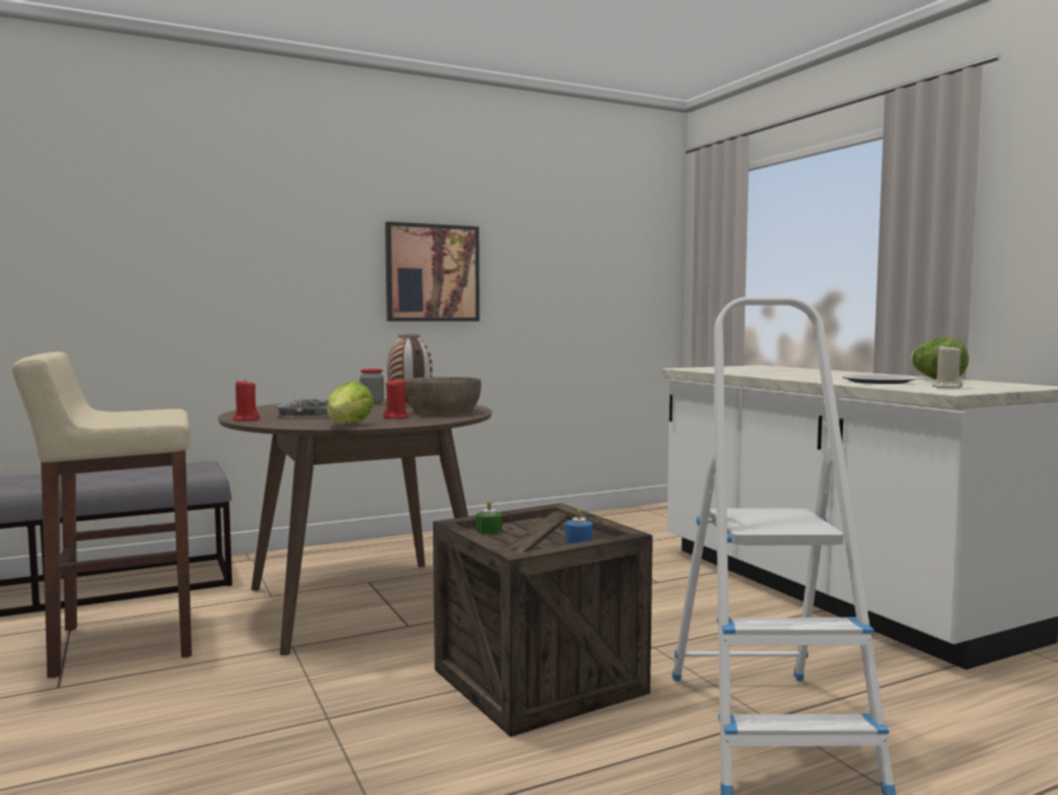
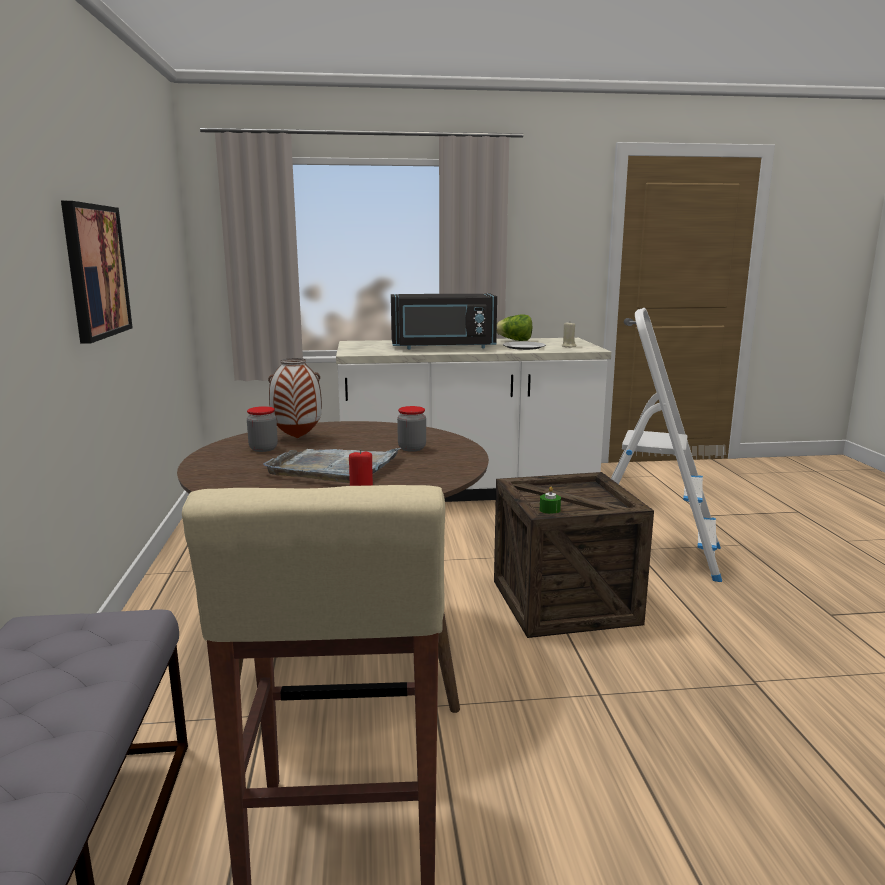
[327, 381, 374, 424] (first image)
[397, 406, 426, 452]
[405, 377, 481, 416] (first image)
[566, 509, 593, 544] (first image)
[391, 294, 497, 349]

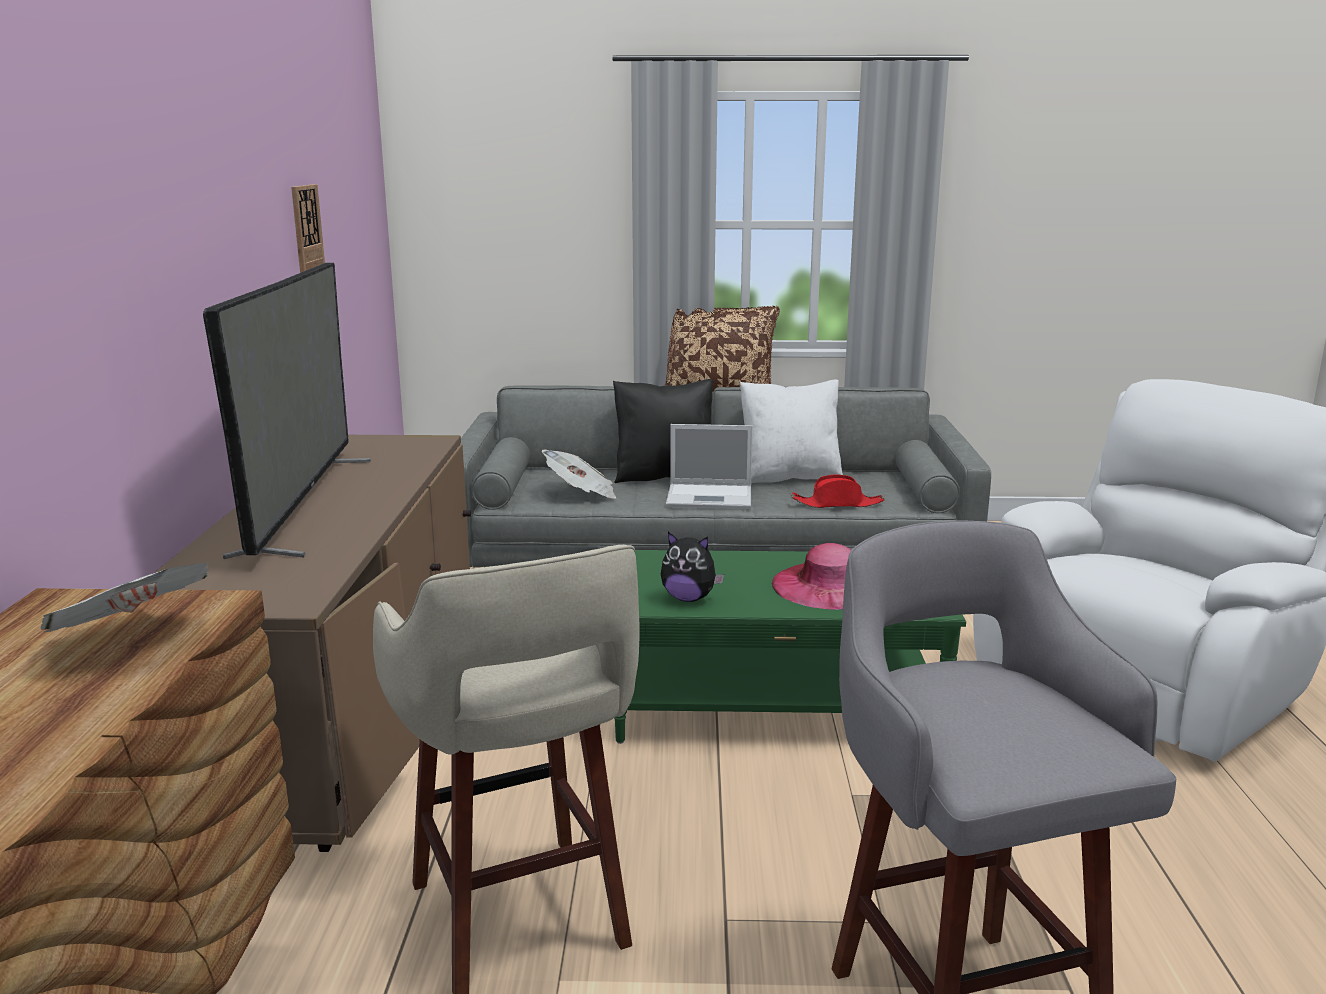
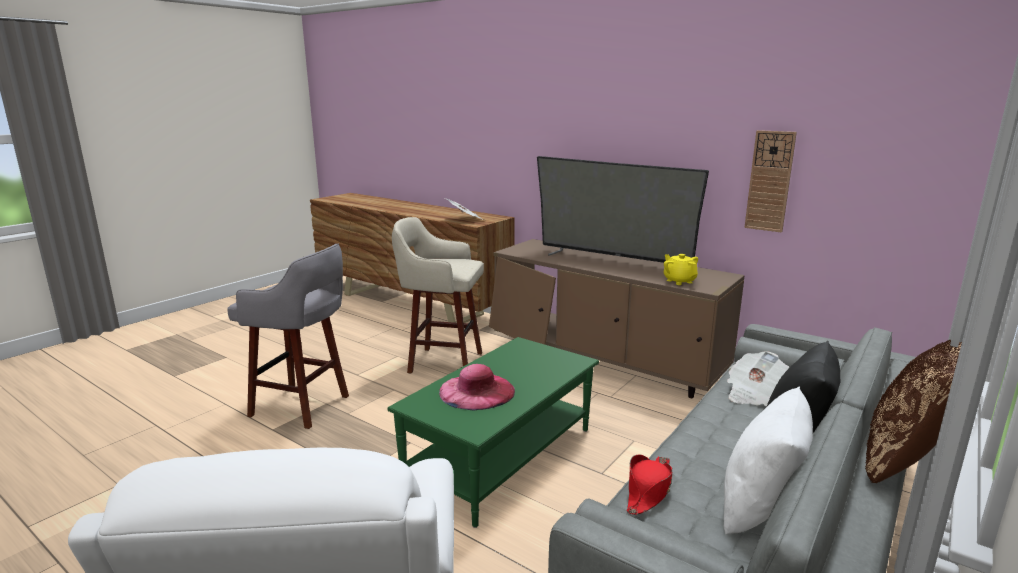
[661, 532, 724, 602] (first image)
[666, 424, 753, 509] (first image)
[664, 254, 698, 285]

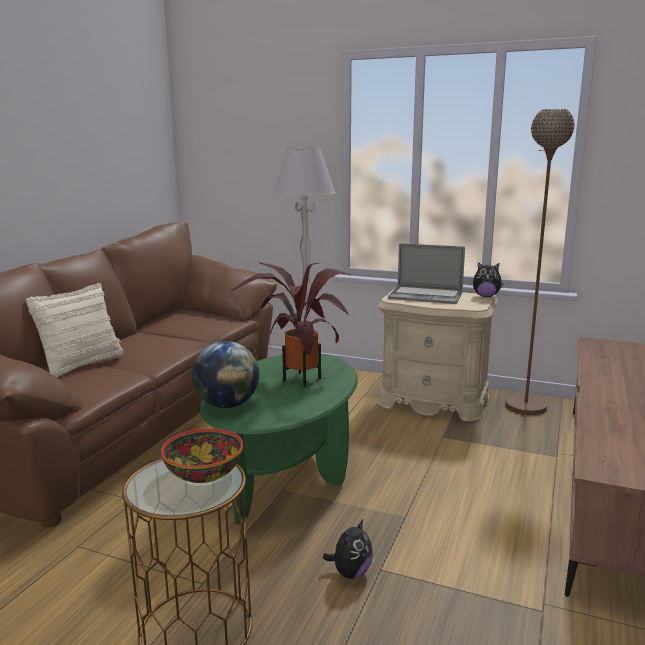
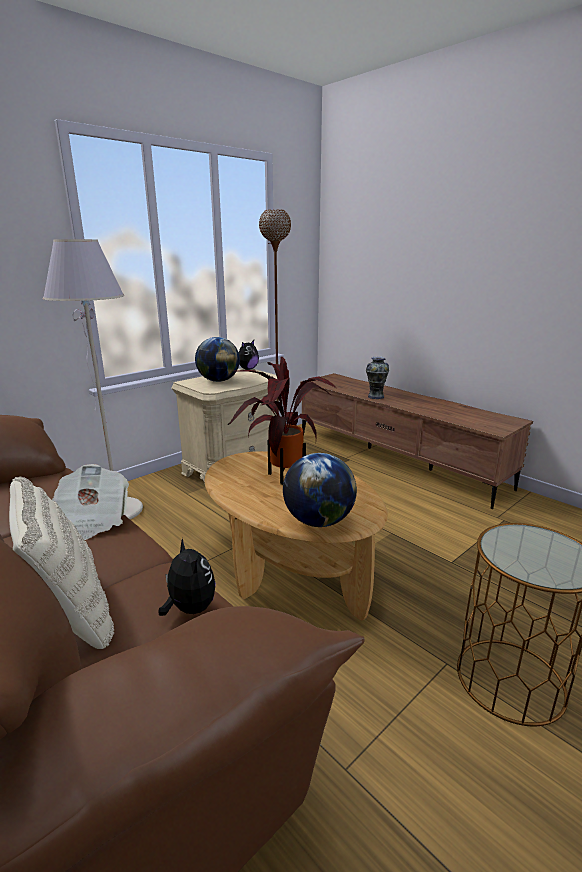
[161, 428, 243, 483] (first image)
[205, 451, 388, 620]
[158, 538, 216, 616]
[195, 337, 240, 382]
[52, 464, 129, 540]
[366, 356, 389, 399]

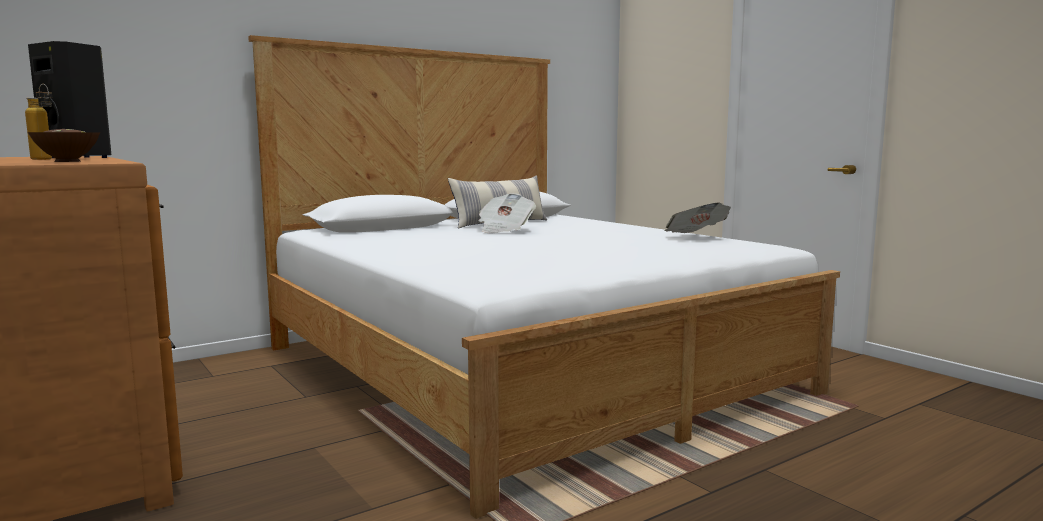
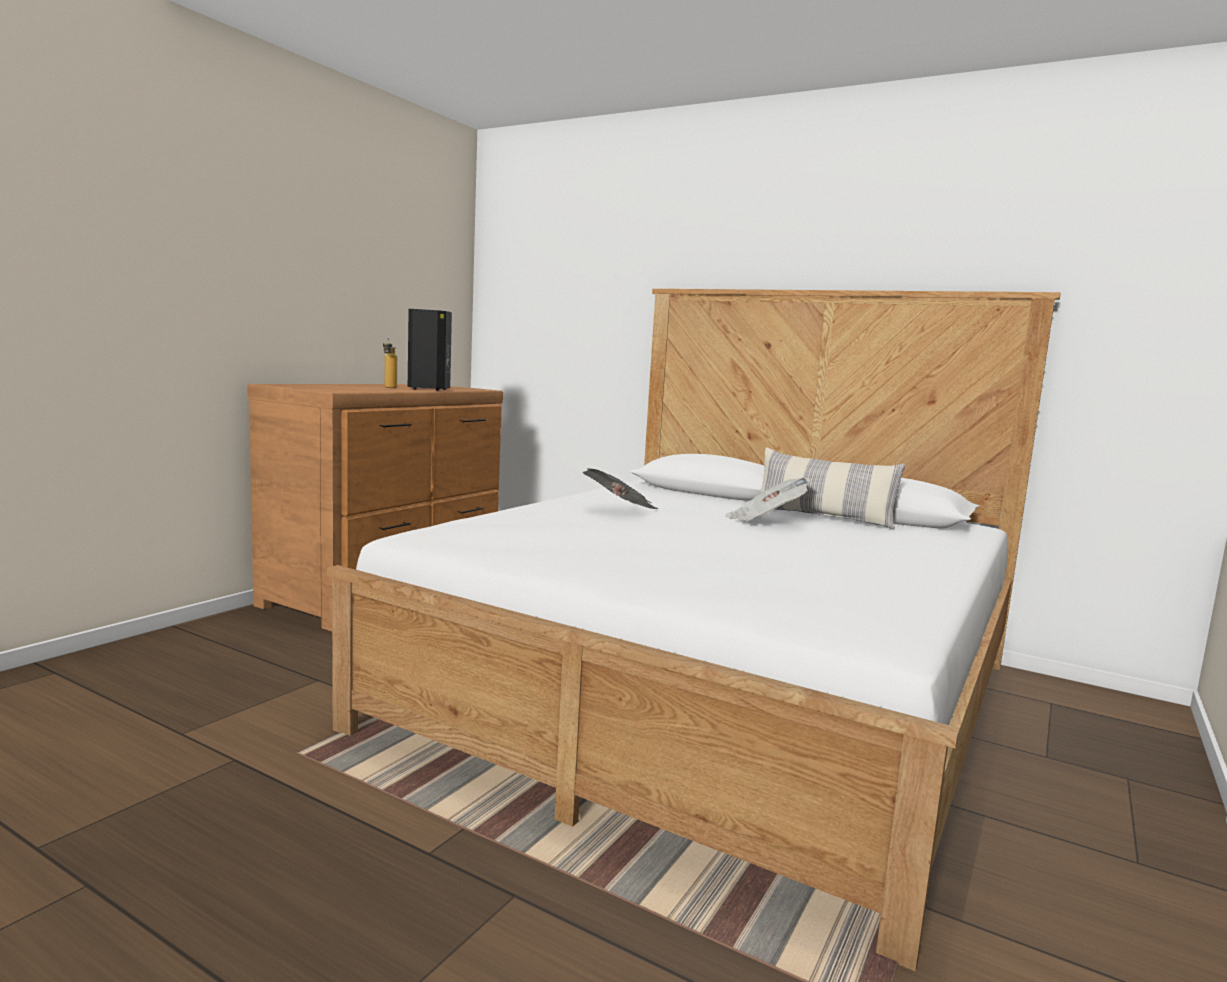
[27, 129, 100, 162] (first image)
[583, 468, 658, 509]

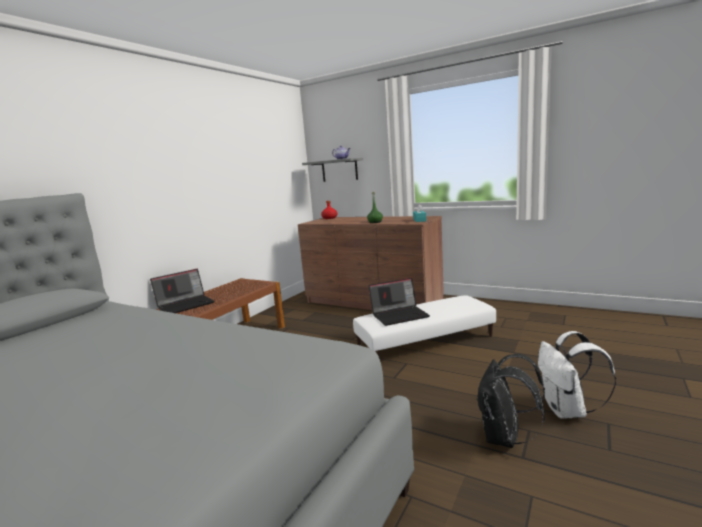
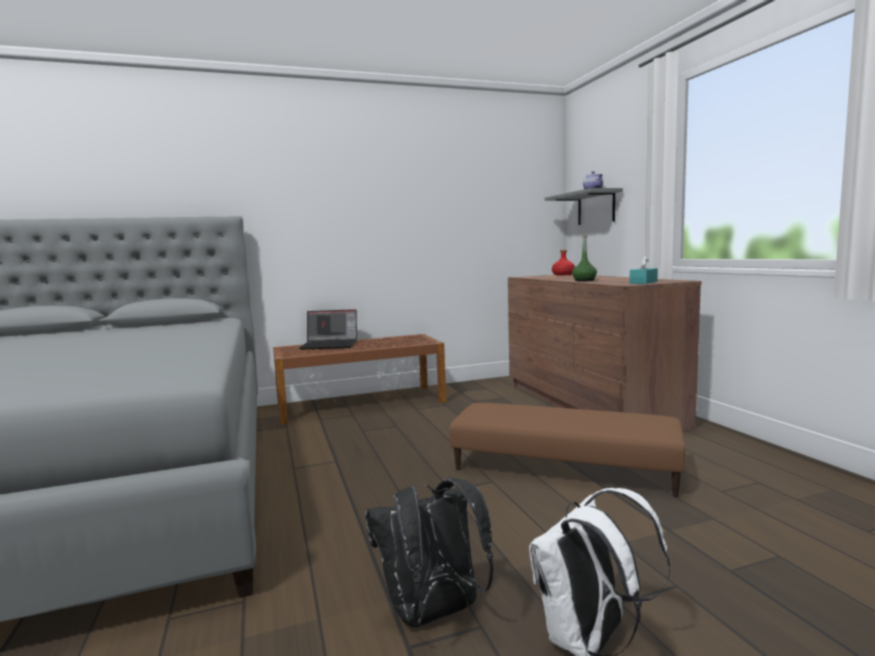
[450, 403, 685, 497]
[369, 278, 430, 326] (first image)

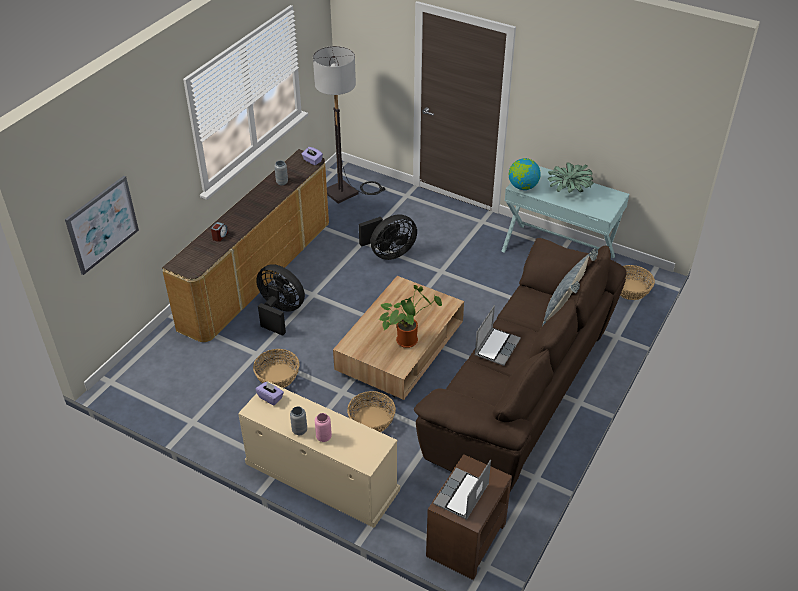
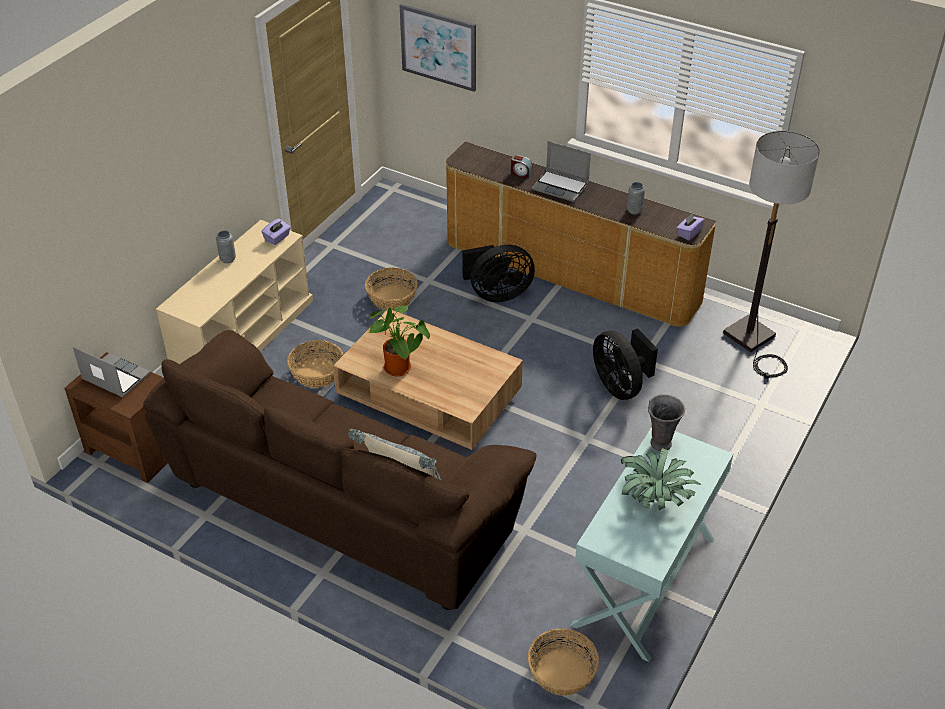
[462, 245, 535, 302]
[315, 413, 332, 442] (first image)
[532, 141, 591, 202]
[648, 394, 685, 451]

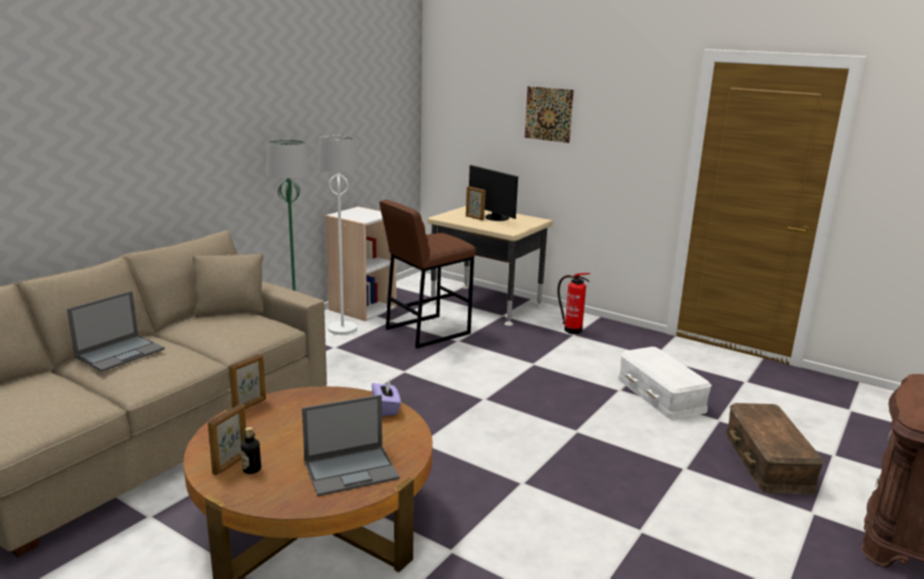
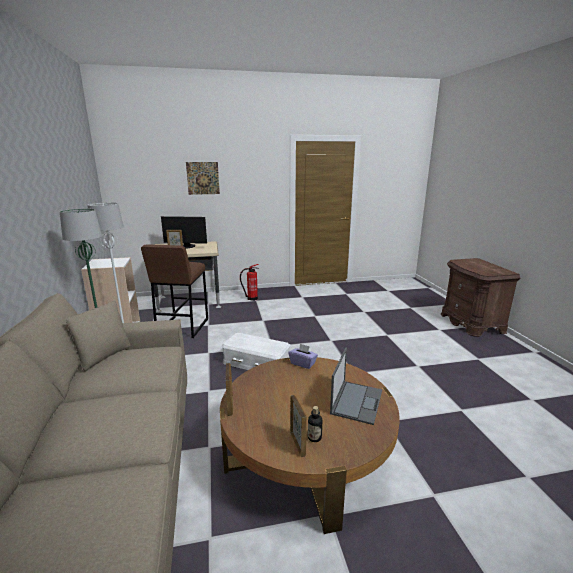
[67, 291, 165, 372] (first image)
[222, 333, 290, 370]
[725, 403, 824, 494] (first image)

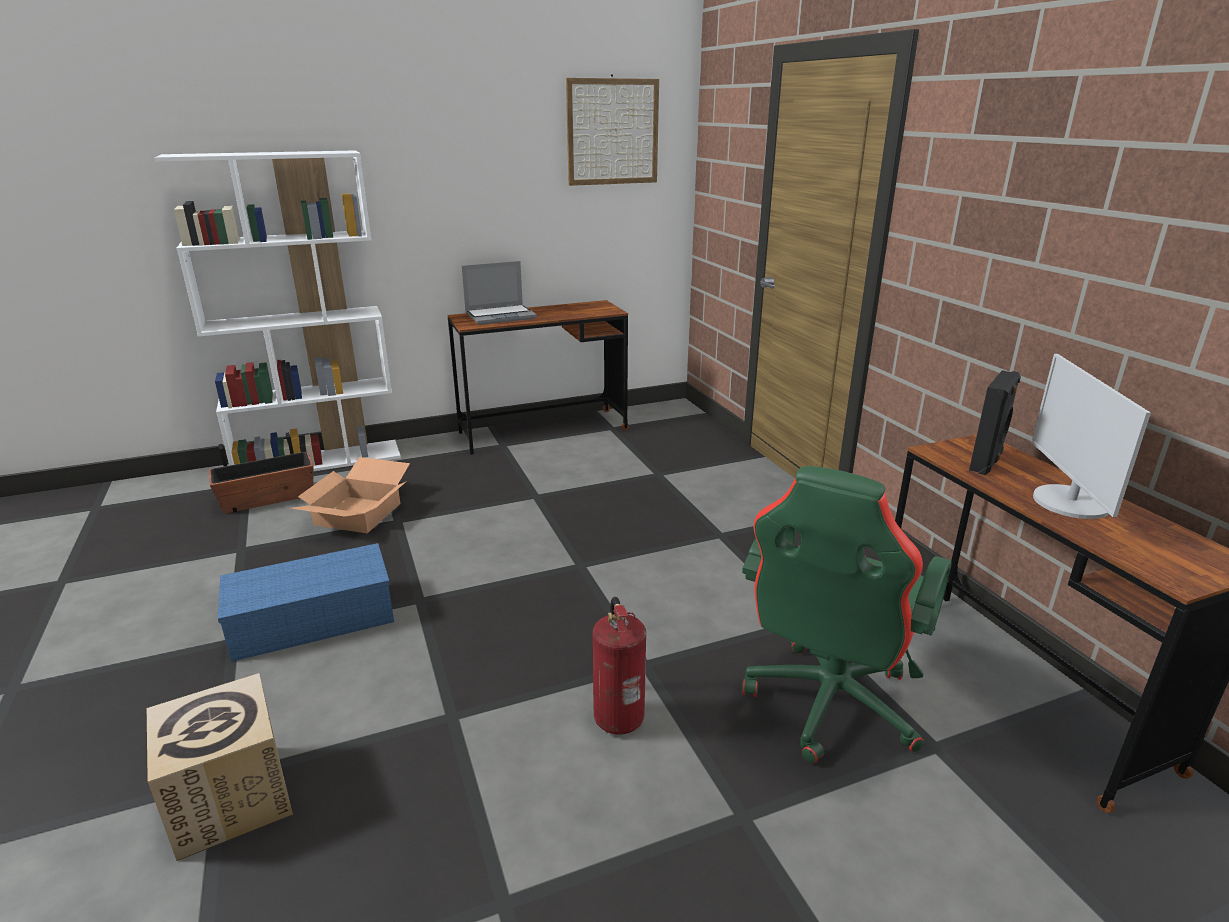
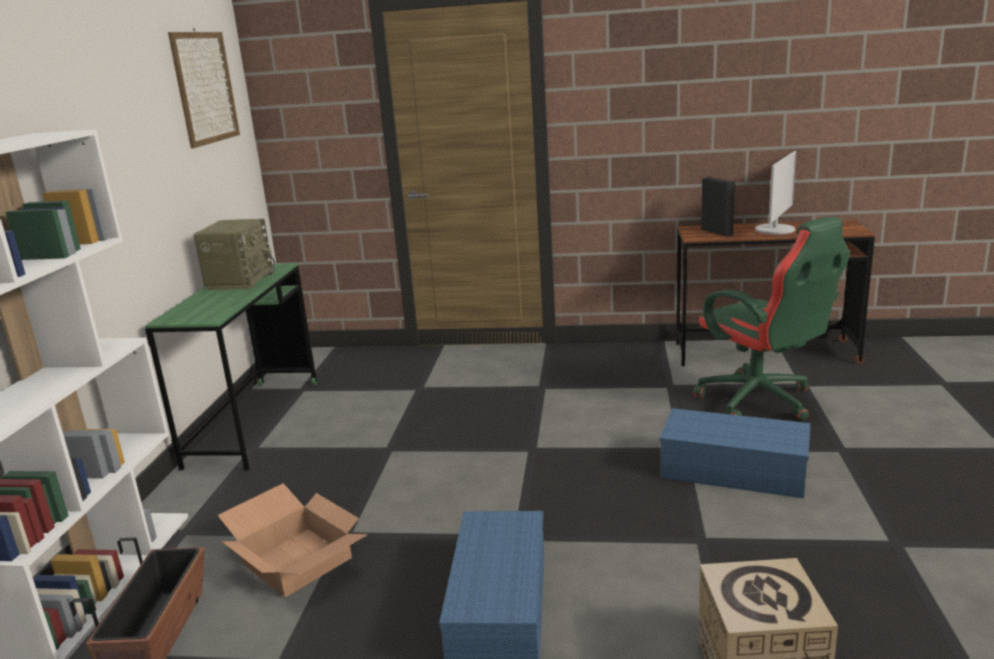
[145, 263, 317, 471]
[462, 261, 537, 325] (first image)
[660, 408, 811, 498]
[755, 151, 796, 234]
[193, 219, 275, 290]

